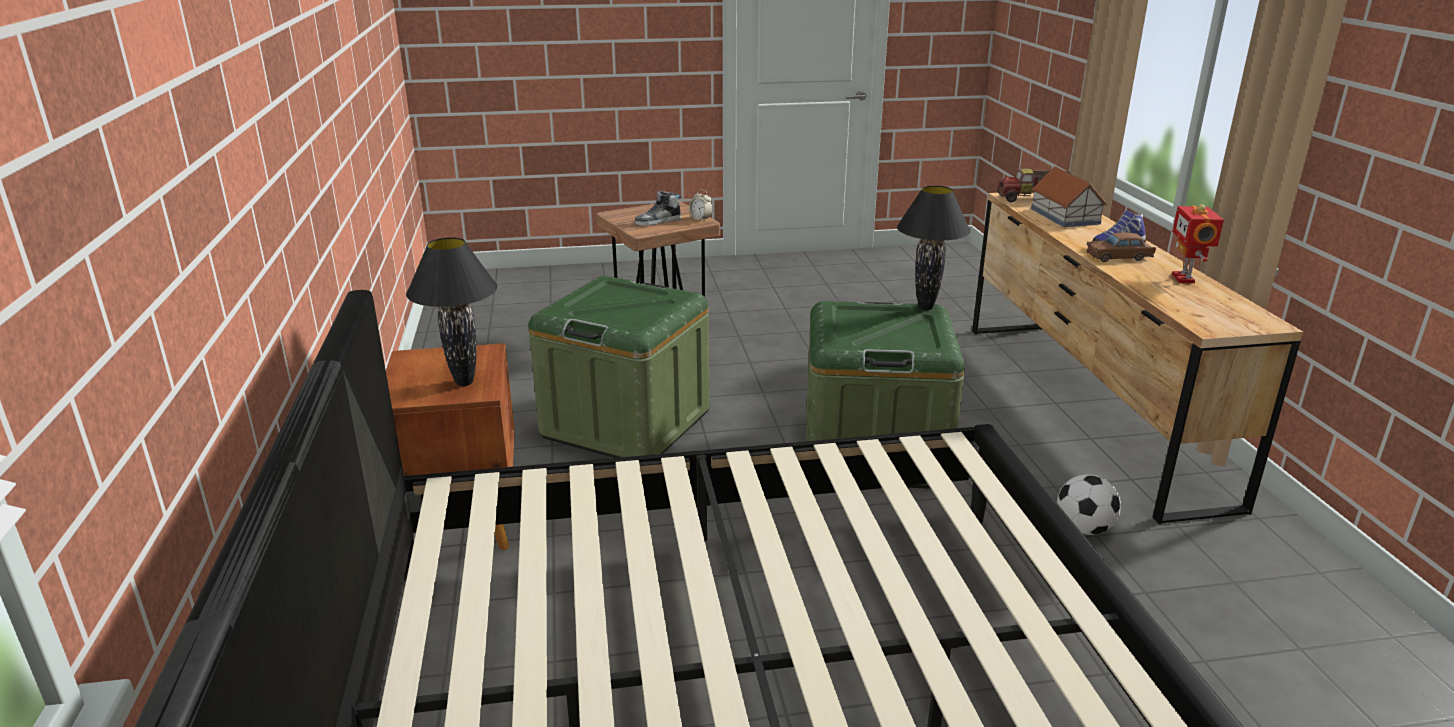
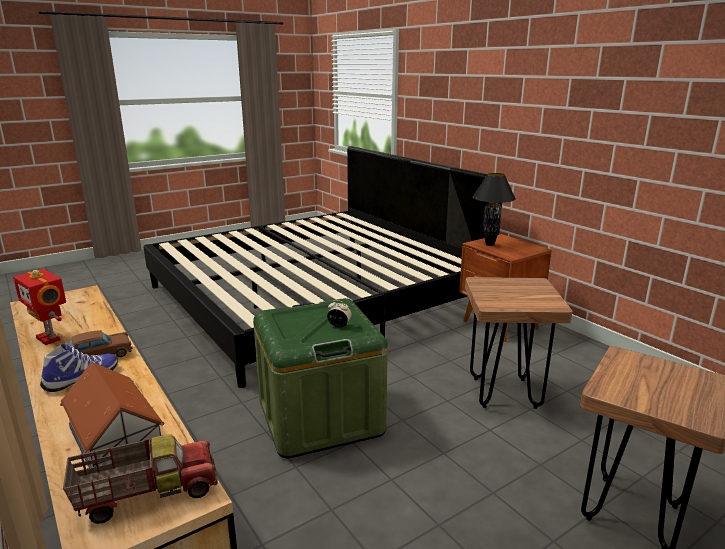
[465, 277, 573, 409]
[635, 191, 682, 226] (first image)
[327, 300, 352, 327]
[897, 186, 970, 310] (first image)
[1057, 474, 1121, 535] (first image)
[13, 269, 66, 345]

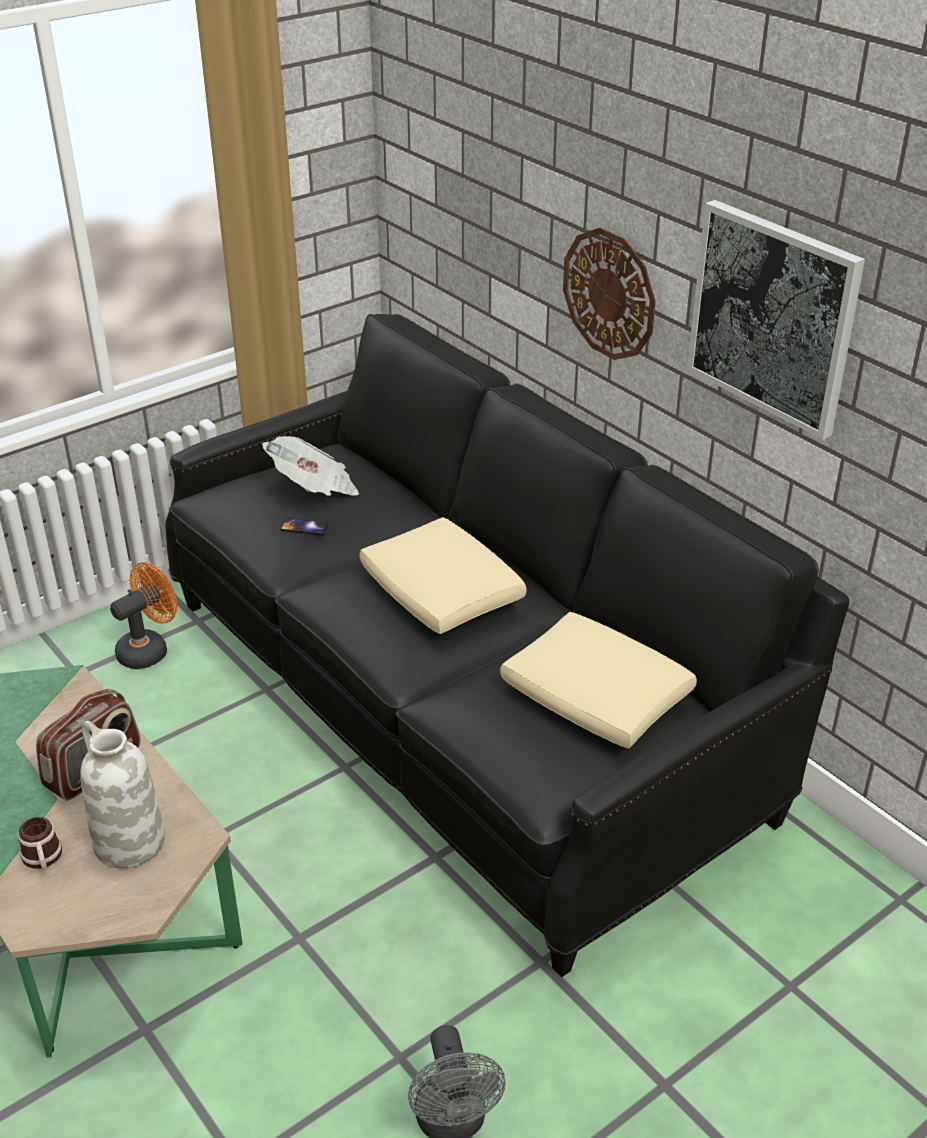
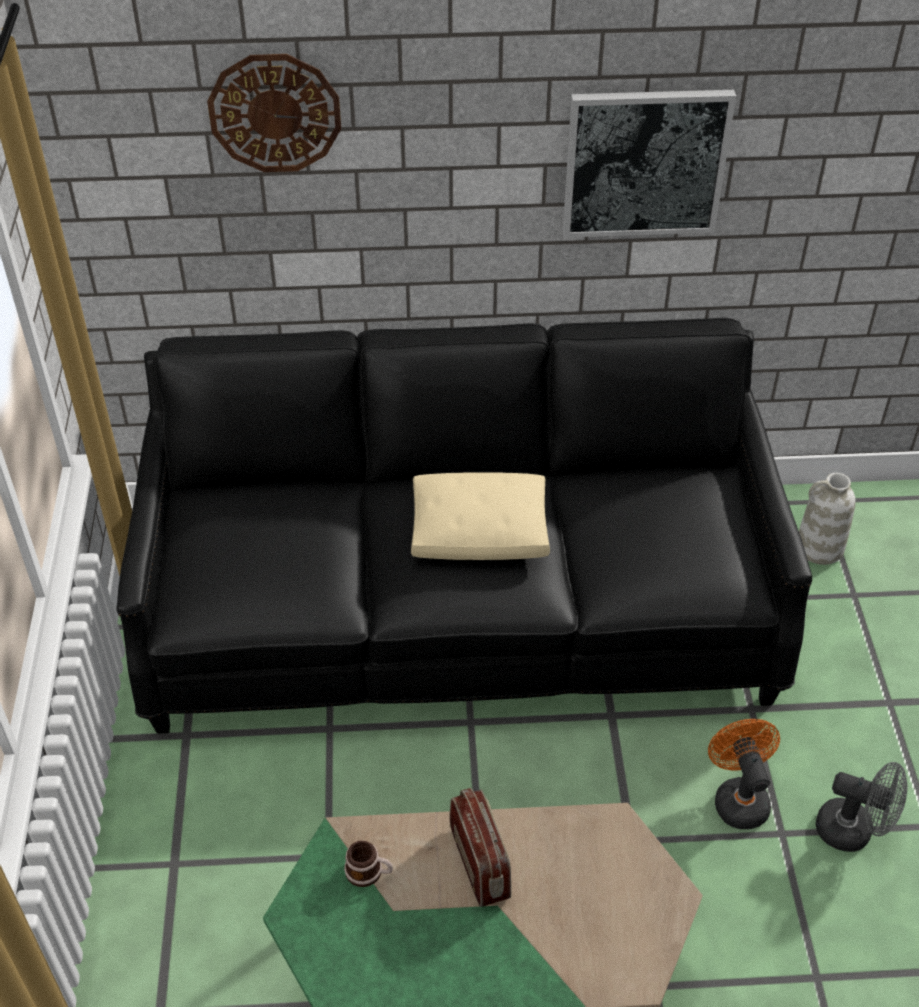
[344, 841, 393, 887]
[799, 473, 856, 565]
[708, 719, 780, 829]
[263, 436, 360, 496] (first image)
[280, 518, 328, 535] (first image)
[500, 612, 697, 748] (first image)
[207, 54, 341, 172]

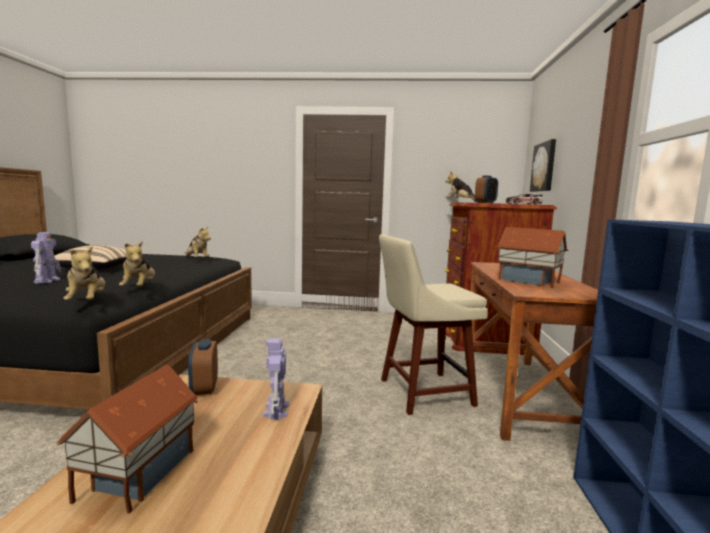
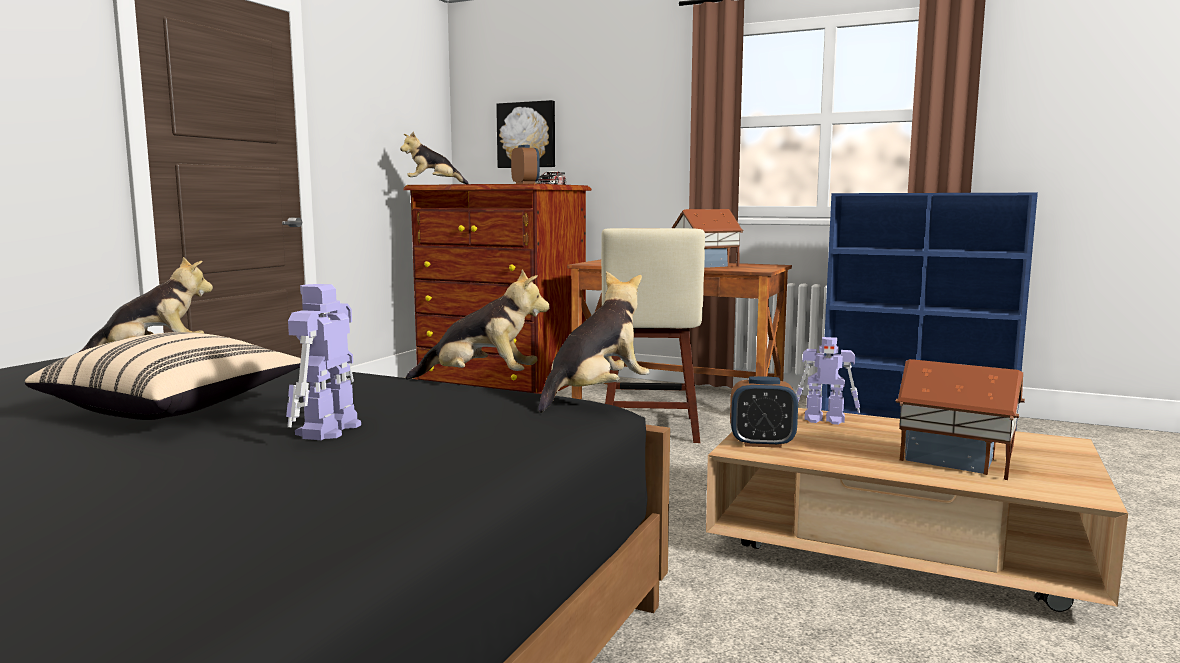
[286, 284, 361, 440]
[538, 271, 650, 413]

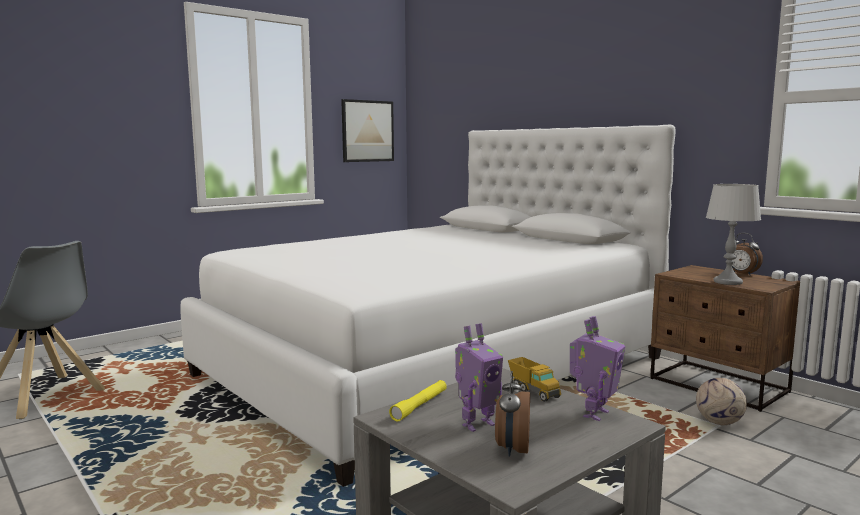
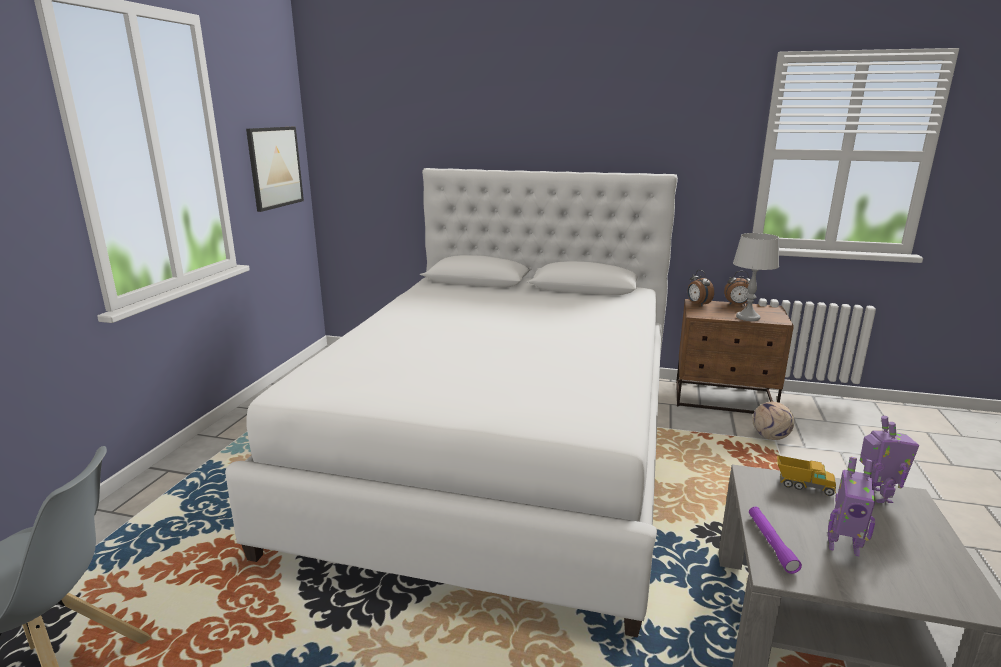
[749, 507, 802, 574]
[828, 457, 875, 556]
[687, 270, 714, 307]

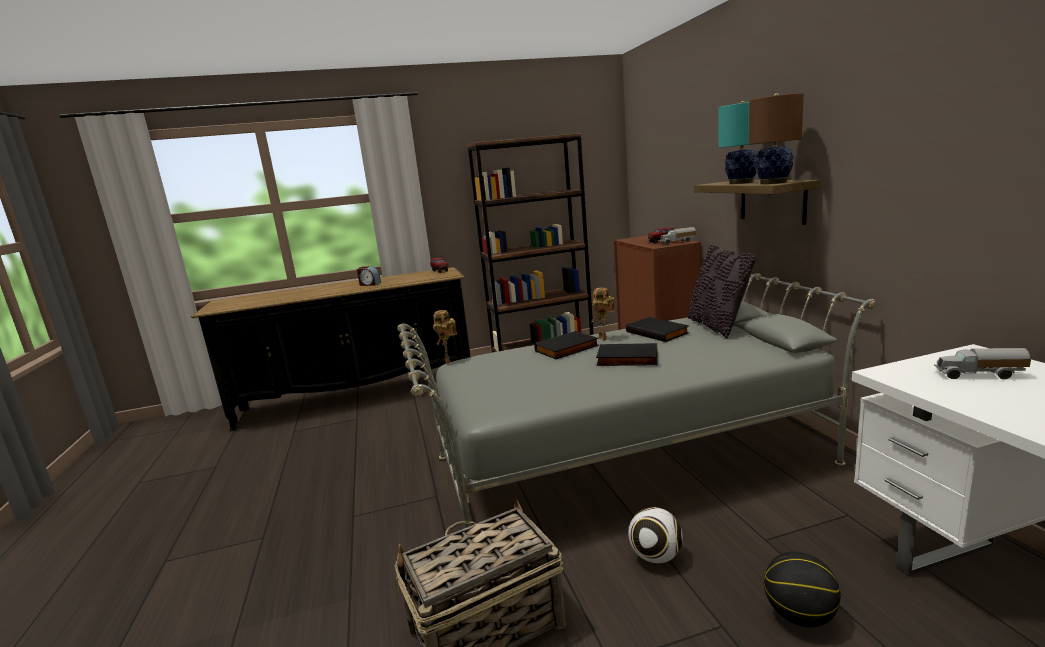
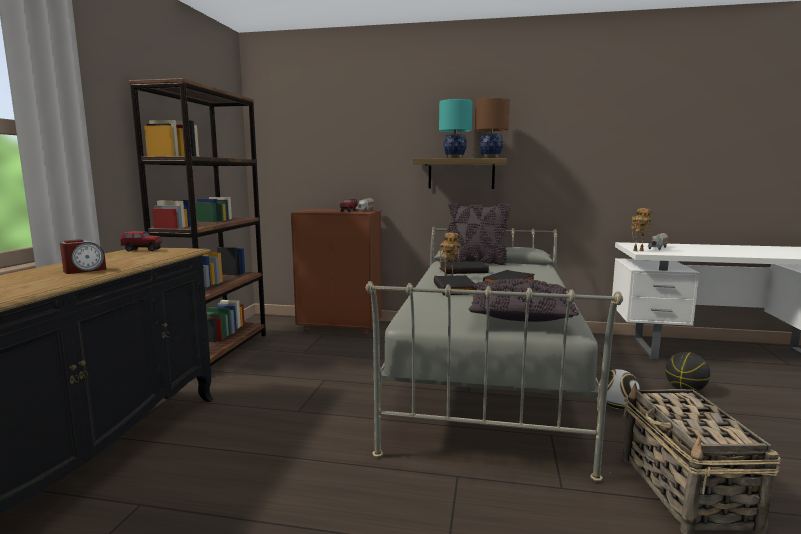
[631, 208, 652, 251]
[468, 278, 579, 322]

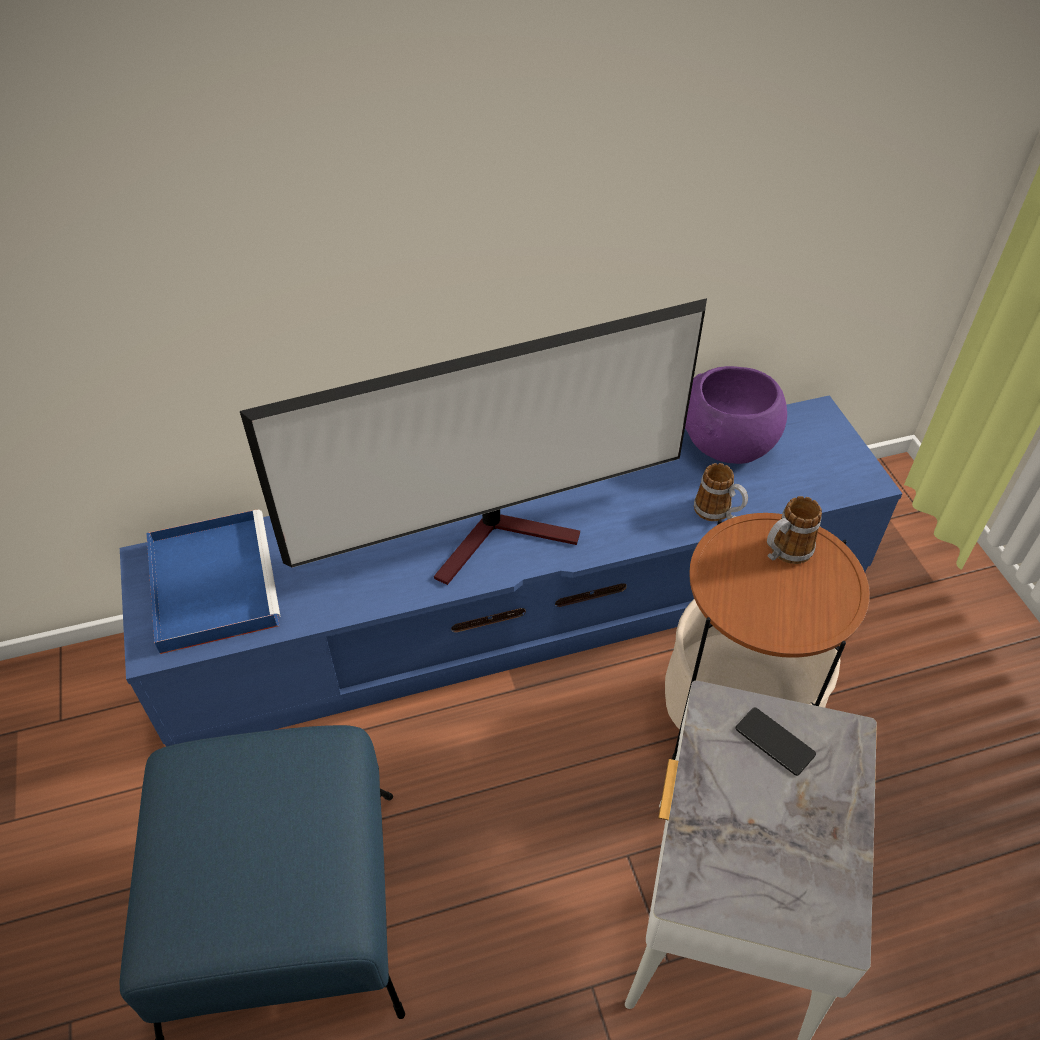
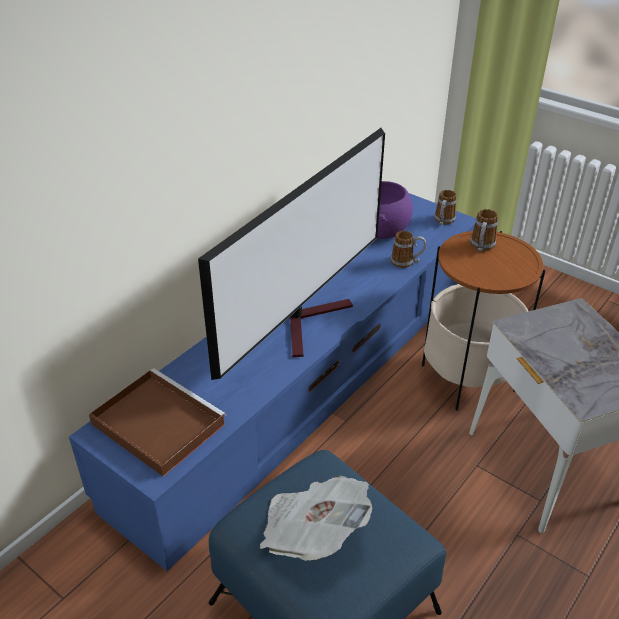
[89, 368, 226, 476]
[735, 707, 816, 776] (first image)
[260, 476, 372, 561]
[434, 190, 457, 225]

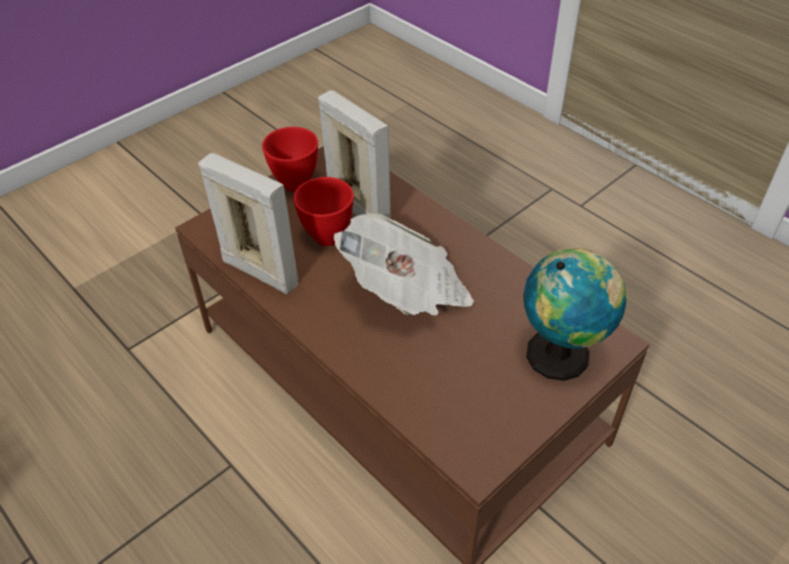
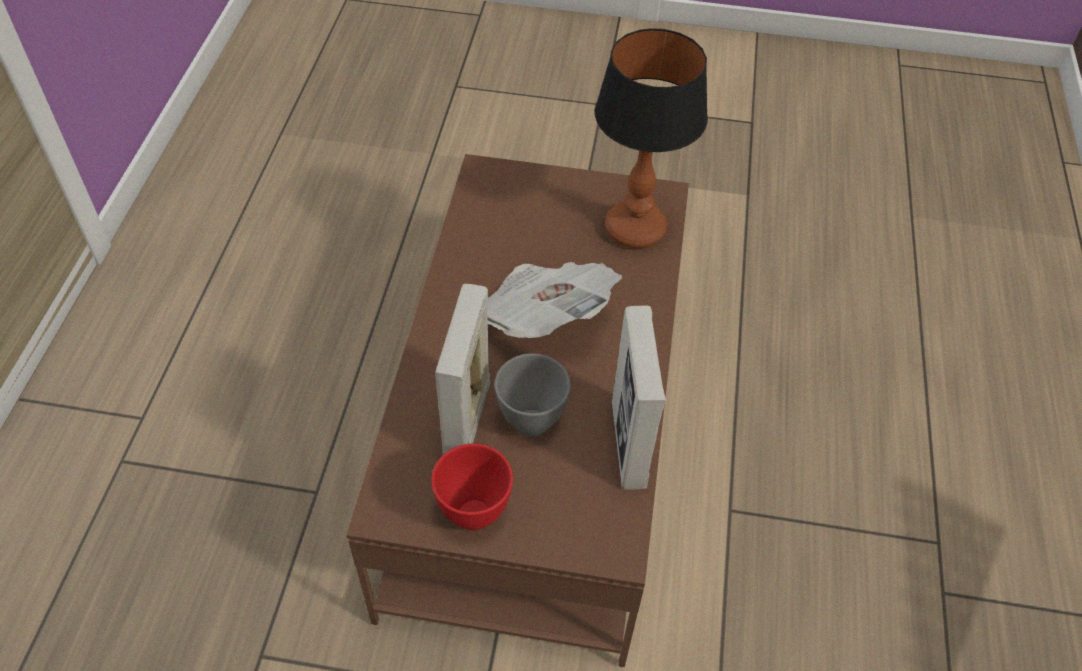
[494, 353, 571, 437]
[523, 248, 627, 381] (first image)
[595, 28, 708, 248]

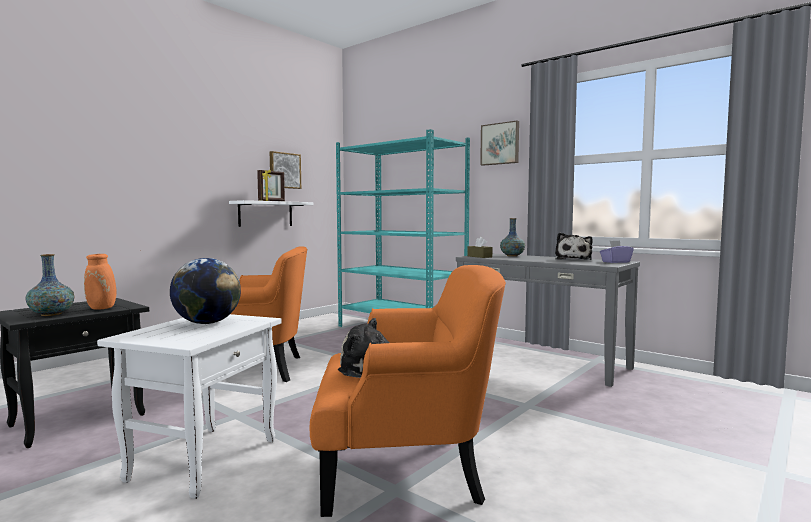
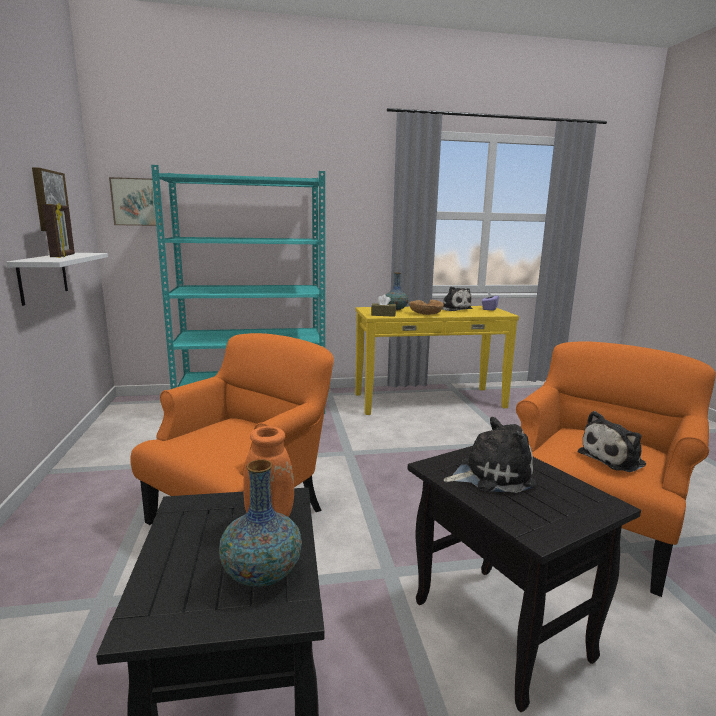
[408, 446, 641, 712]
[443, 417, 537, 493]
[355, 306, 519, 415]
[109, 177, 161, 226]
[409, 300, 444, 315]

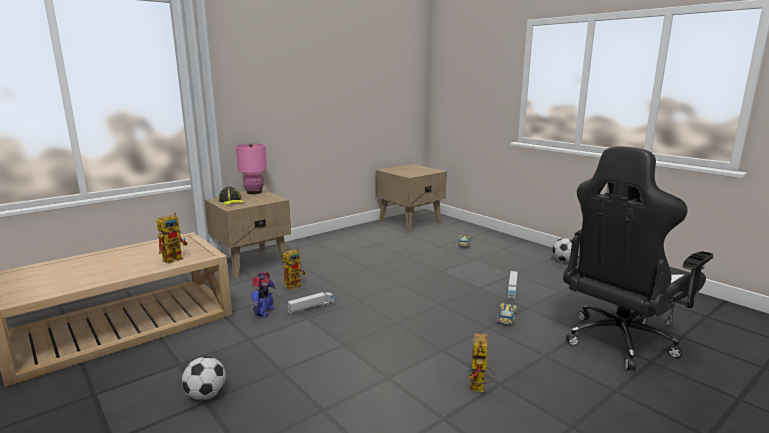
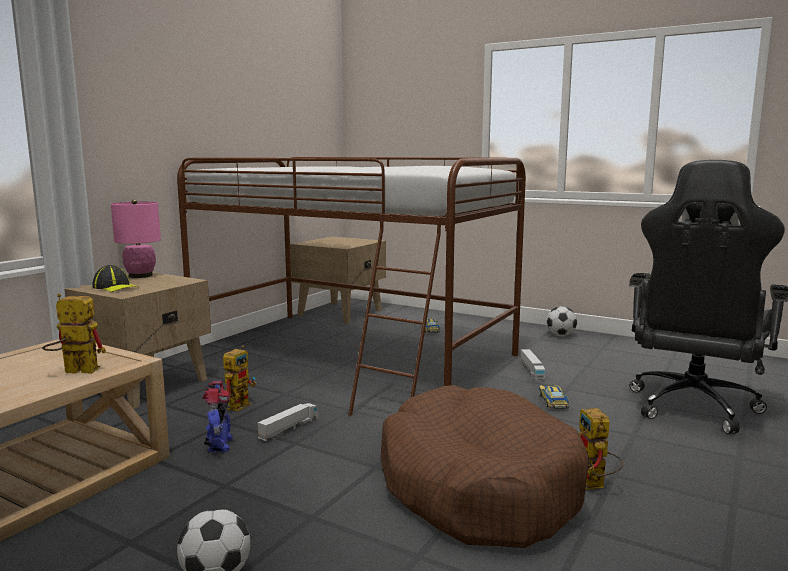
[42, 293, 106, 374]
[177, 157, 526, 416]
[380, 385, 589, 548]

